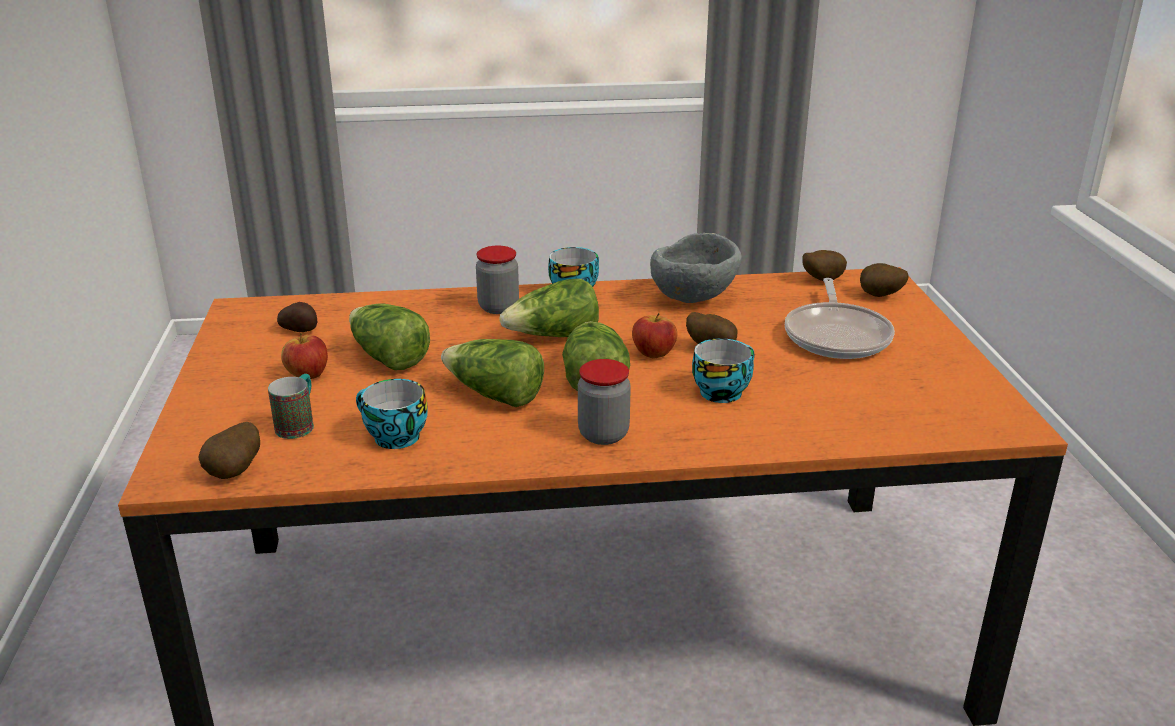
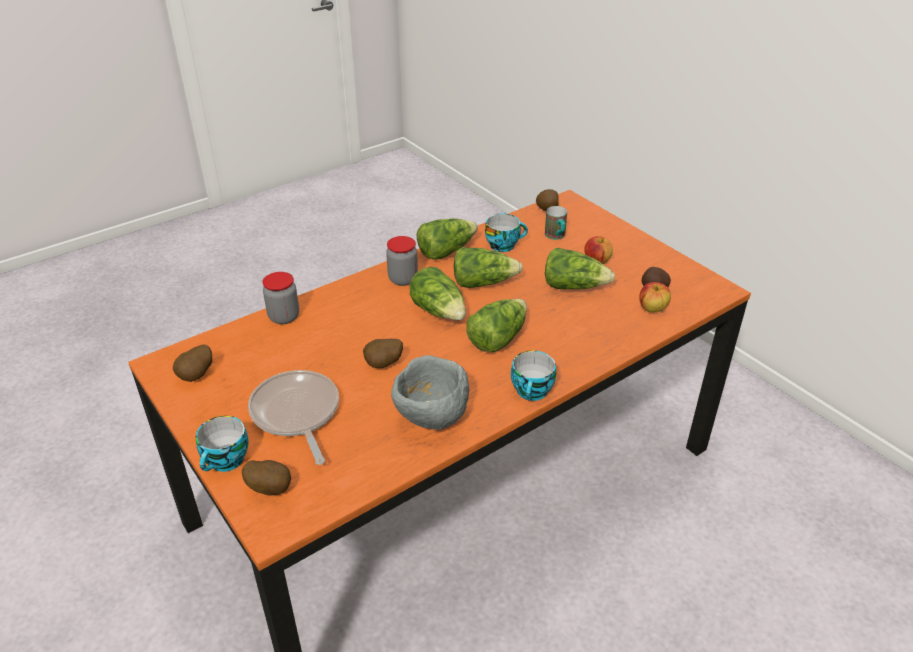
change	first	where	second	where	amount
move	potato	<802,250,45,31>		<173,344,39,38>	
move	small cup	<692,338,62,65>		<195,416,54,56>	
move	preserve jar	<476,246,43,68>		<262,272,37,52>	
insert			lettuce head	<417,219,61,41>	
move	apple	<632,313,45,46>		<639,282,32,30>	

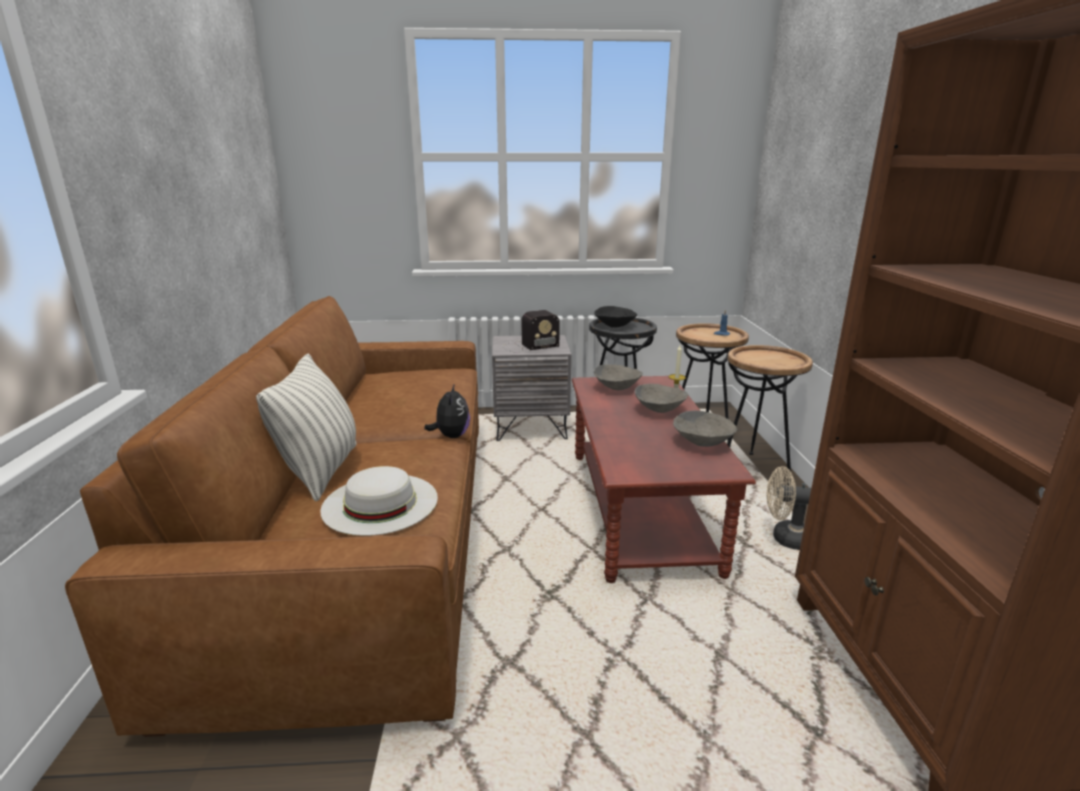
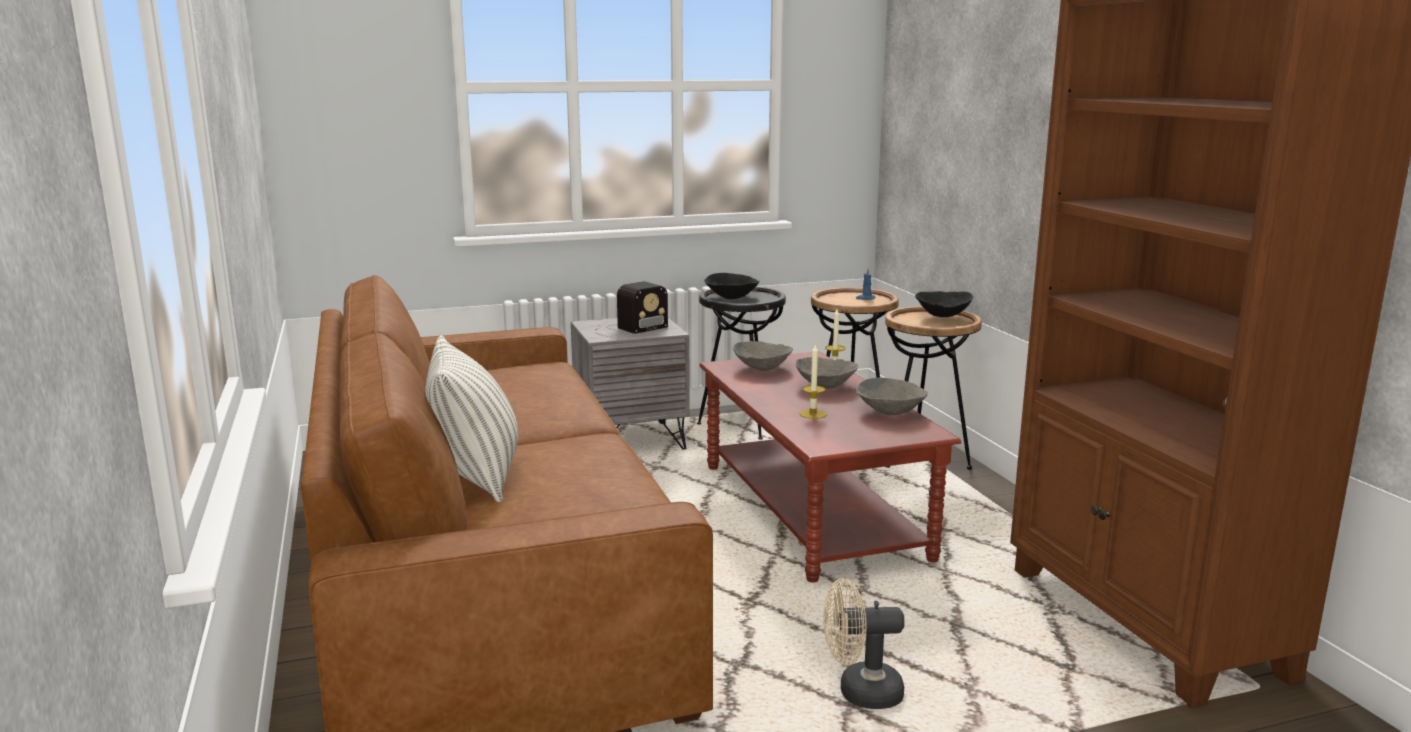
change	first	where	second	where	amount
insert			candle	<800,345,27,74>	
move	electric fan (sand-coloured)	<767,466,44,84>		<823,578,82,131>	
insert			deep dish (black)	<915,291,58,26>	
delete	clothing hat (white)	<320,466,118,70>			
delete	plush toy	<424,383,46,55>			

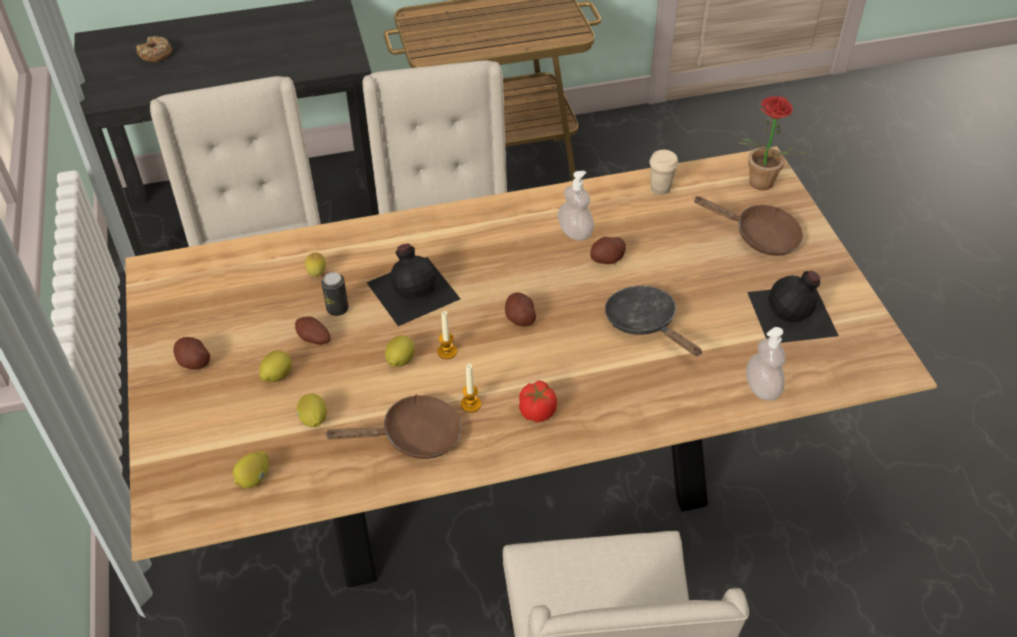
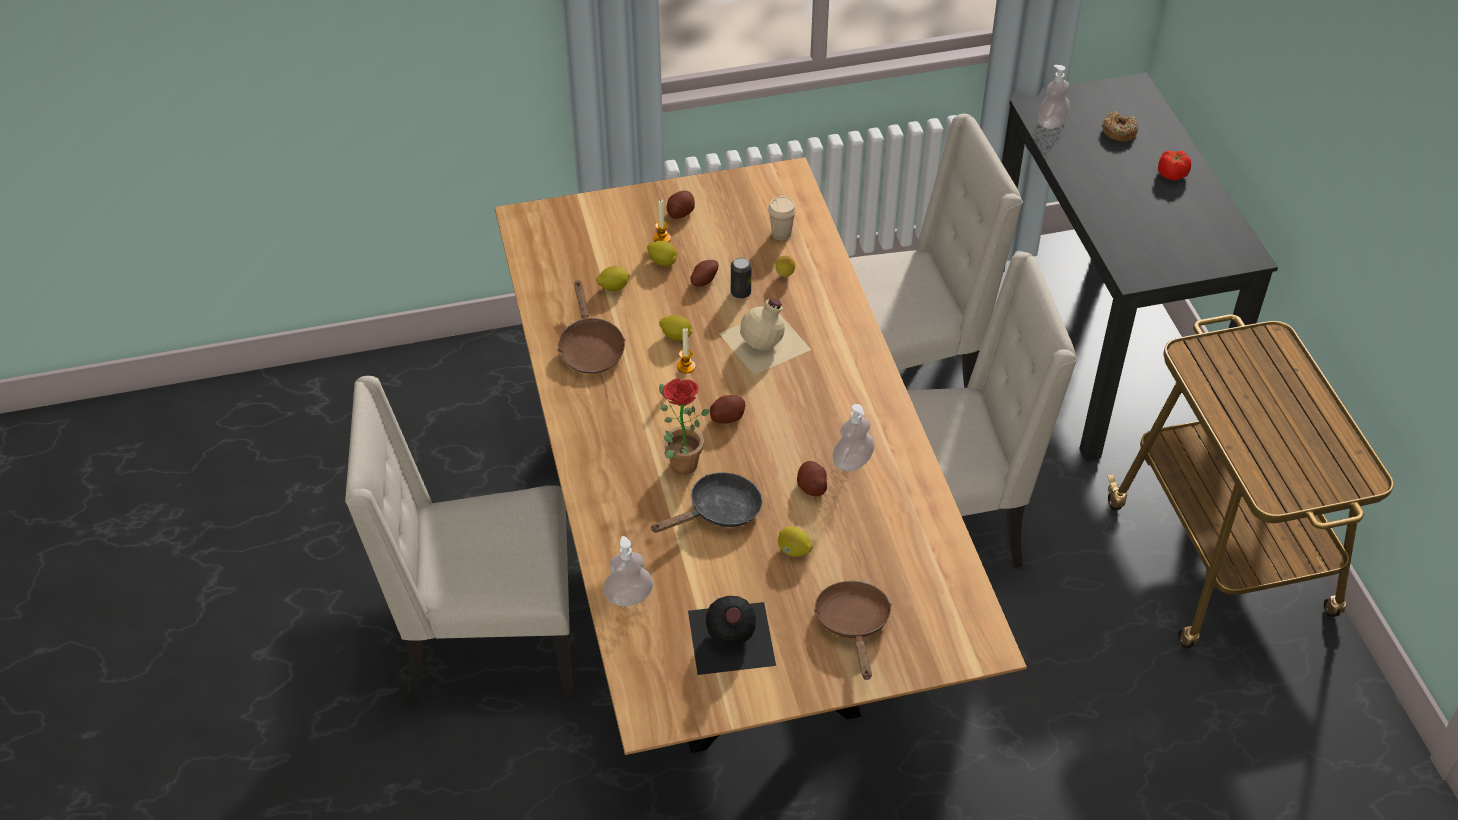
change	first	where	second	where	amount
move	candle	<461,364,20,49>		<654,200,17,42>	
move	plant in a pot	<738,96,68,94>		<659,378,51,96>	
recolor	bottle (black)	<366,244,94,82>	bottle (sand-coloured)	<719,298,92,77>	
move	small cup (sand-coloured)	<649,150,30,45>		<768,196,28,45>	
move	whole lemon	<233,451,36,37>		<778,526,35,31>	
rotate	skillet (brown)	<693,196,110,60>		<814,581,78,99>	150 degrees clockwise
insert			soap dispenser	<1038,65,32,64>	
move	fresh tomato	<519,380,38,42>		<1158,150,33,30>	

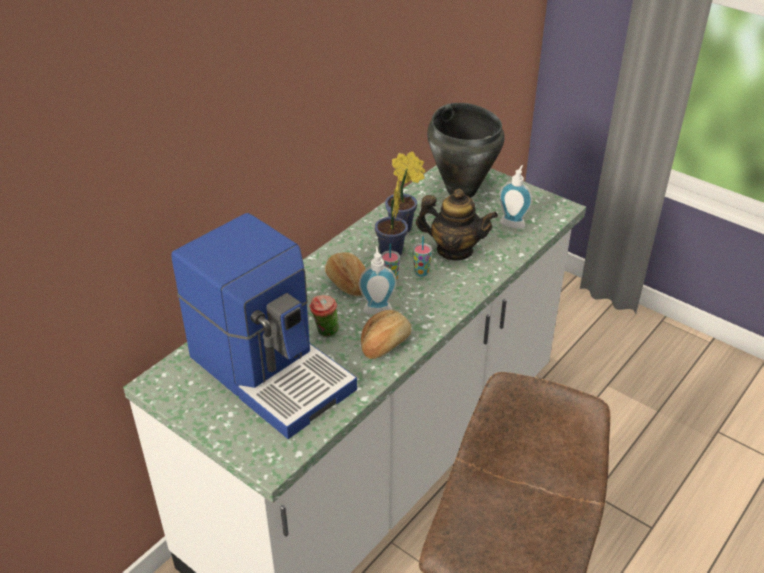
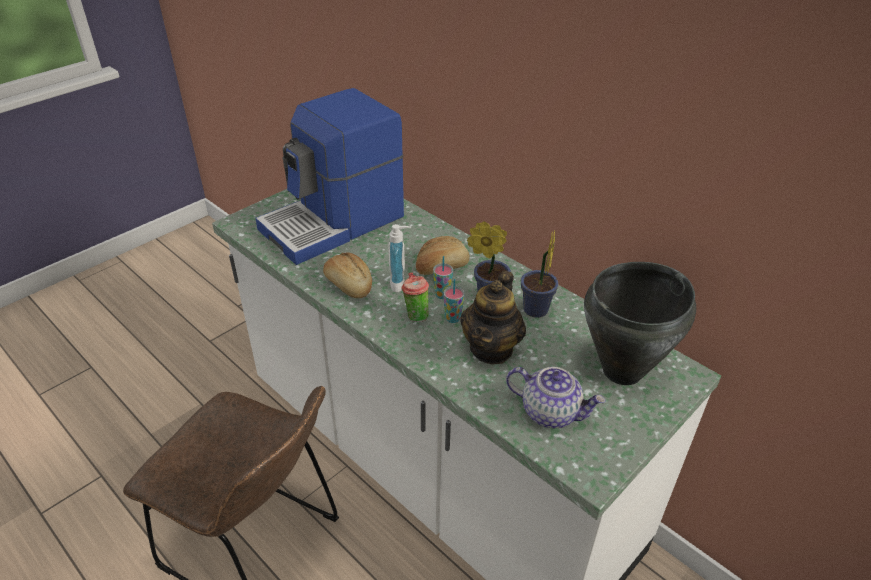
change	first	where	second	where	amount
move	small cup	<309,295,30,42>		<401,272,28,50>	
replace	soap dispenser	<499,165,33,64>	pot for tea	<506,367,100,61>	

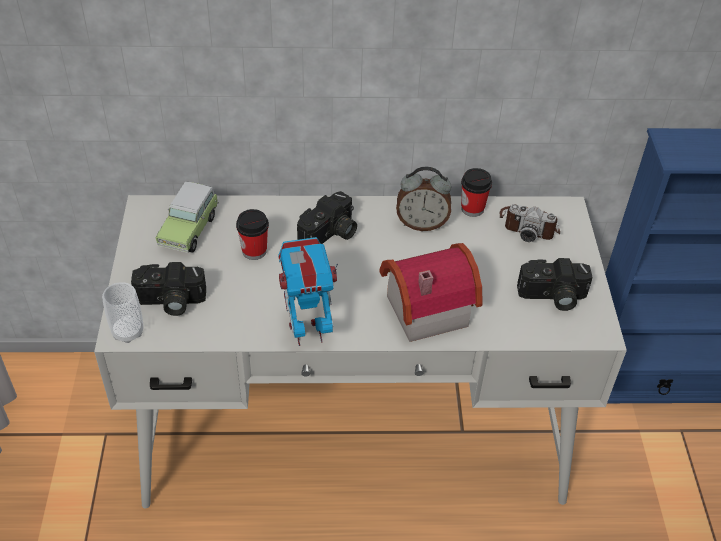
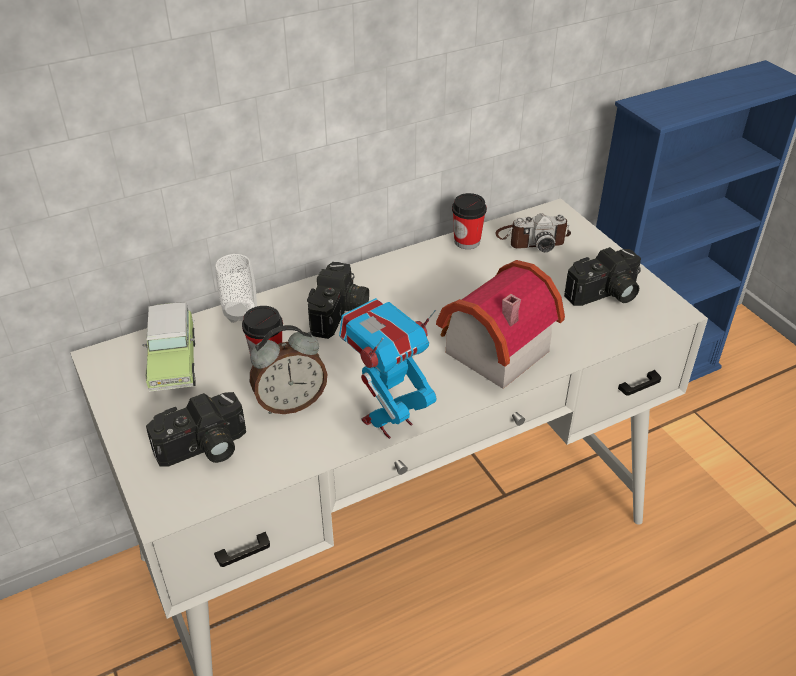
change	first	where	second	where	amount
move	small cup	<102,282,42,61>		<215,254,42,69>	
move	bedside clock	<396,167,55,64>		<250,325,77,89>	

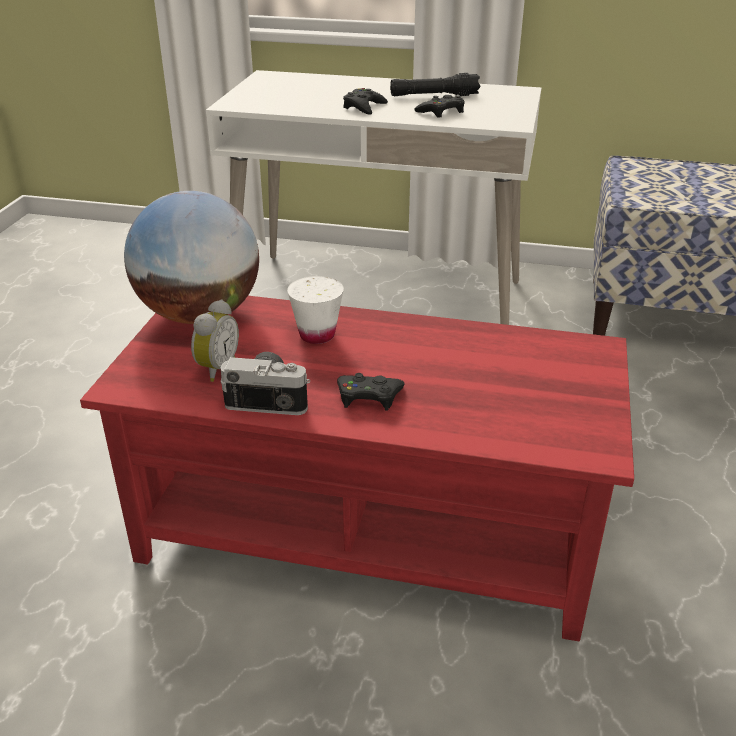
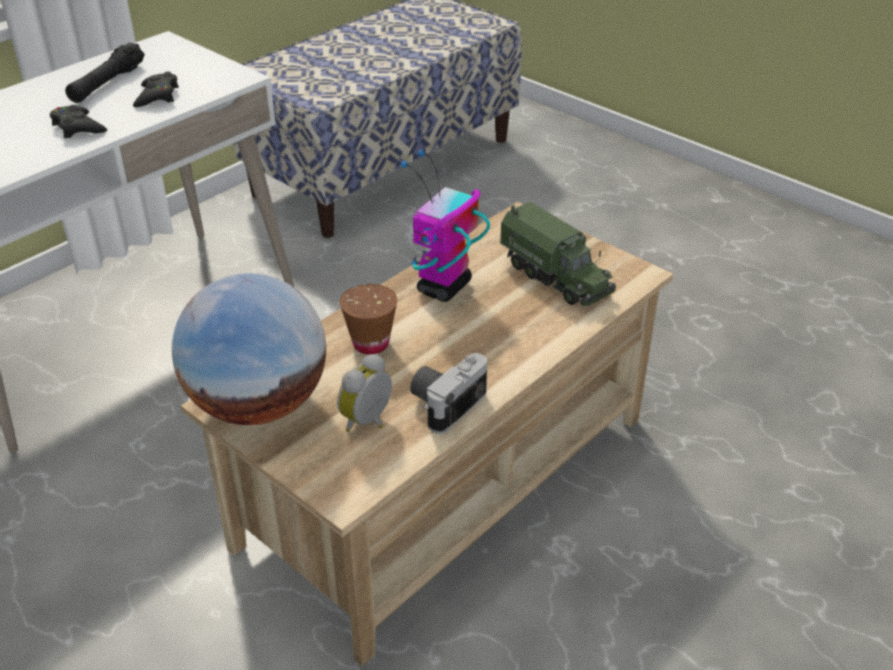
change	first	where	second	where	amount
recolor	lounge table (red-coloured)	<80,296,554,346>	lounge table (sand-coloured)	<181,202,492,464>	
rotate	bedside clock	<191,299,48,83>		<337,354,55,78>	105 degrees counterclockwise
recolor	small cup (white)	<287,276,57,68>	small cup (brown)	<340,284,57,70>	
insert			toy robot	<401,150,89,152>	
insert			model truck	<499,201,117,105>	
delete	joypad (black)	<337,373,68,38>			

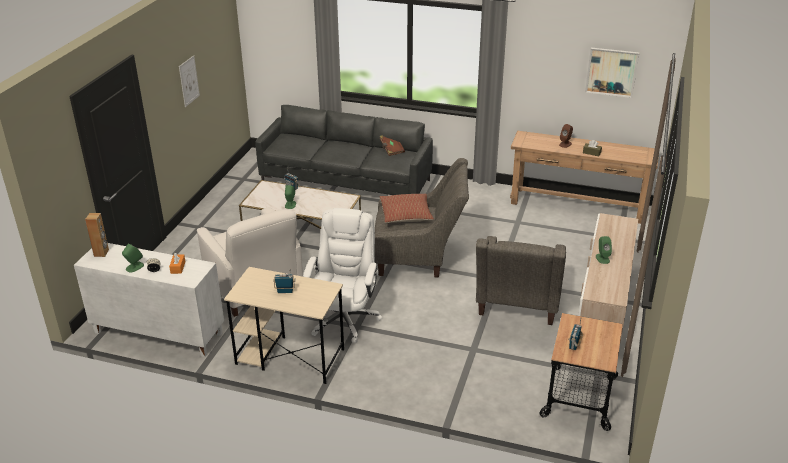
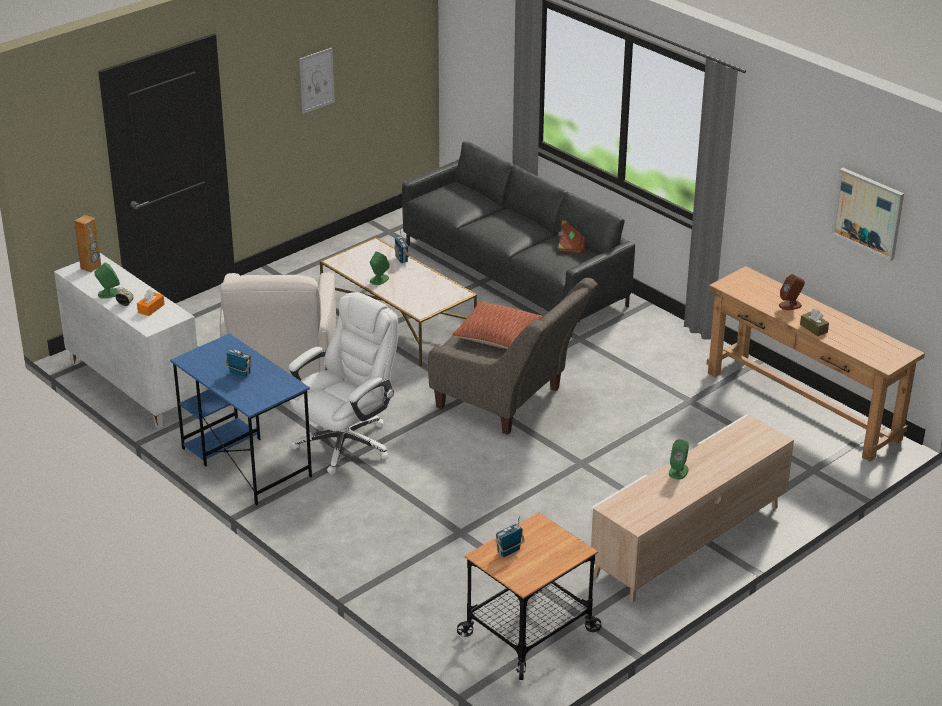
change	first	where	second	where	amount
recolor	desk (sand-coloured)	<224,267,120,117>	desk (blue-coloured)	<170,333,142,172>	
delete	lounge chair (grey)	<476,236,90,89>			

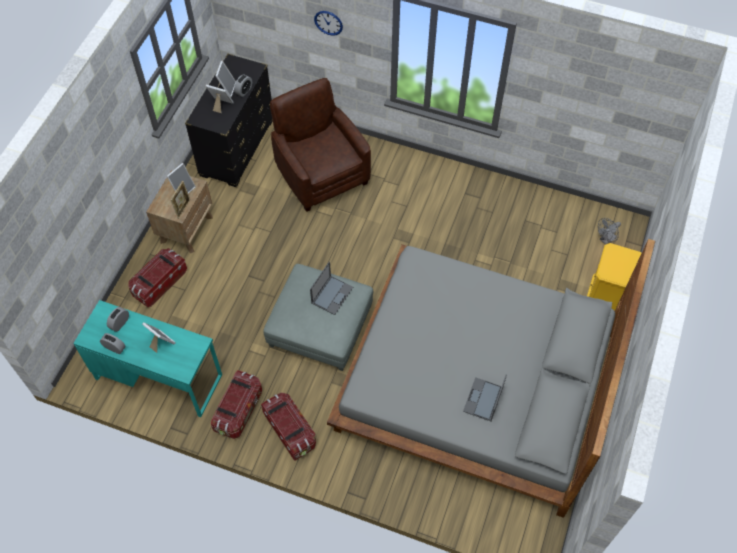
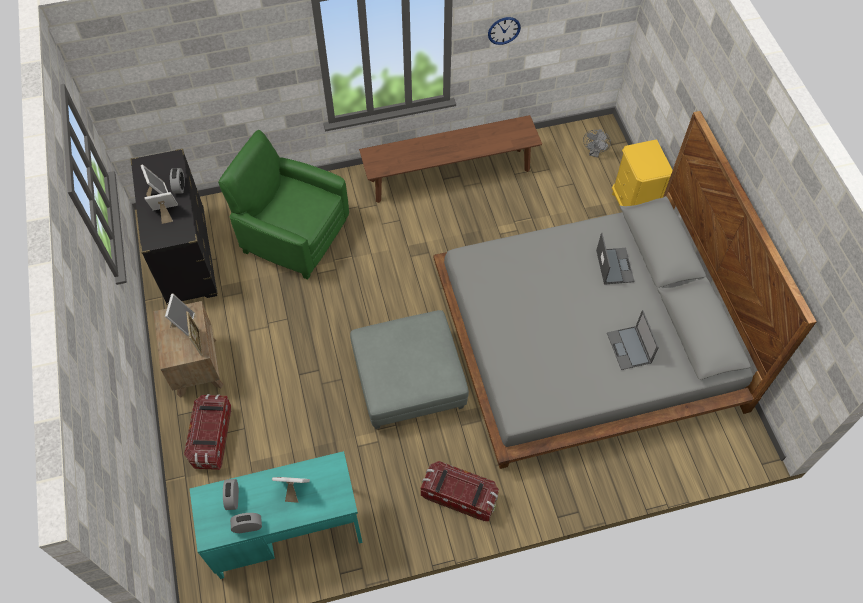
change	first	where	second	where	amount
recolor	lounge chair (brown)	<270,78,101,134>	lounge chair (green)	<218,130,131,150>	
insert			bench (brown)	<359,115,183,88>	
move	wall clock	<314,11,29,25>		<488,17,33,28>	
move	portable computer	<310,261,43,54>		<596,233,38,52>	
delete	storage container	<211,370,51,69>			

